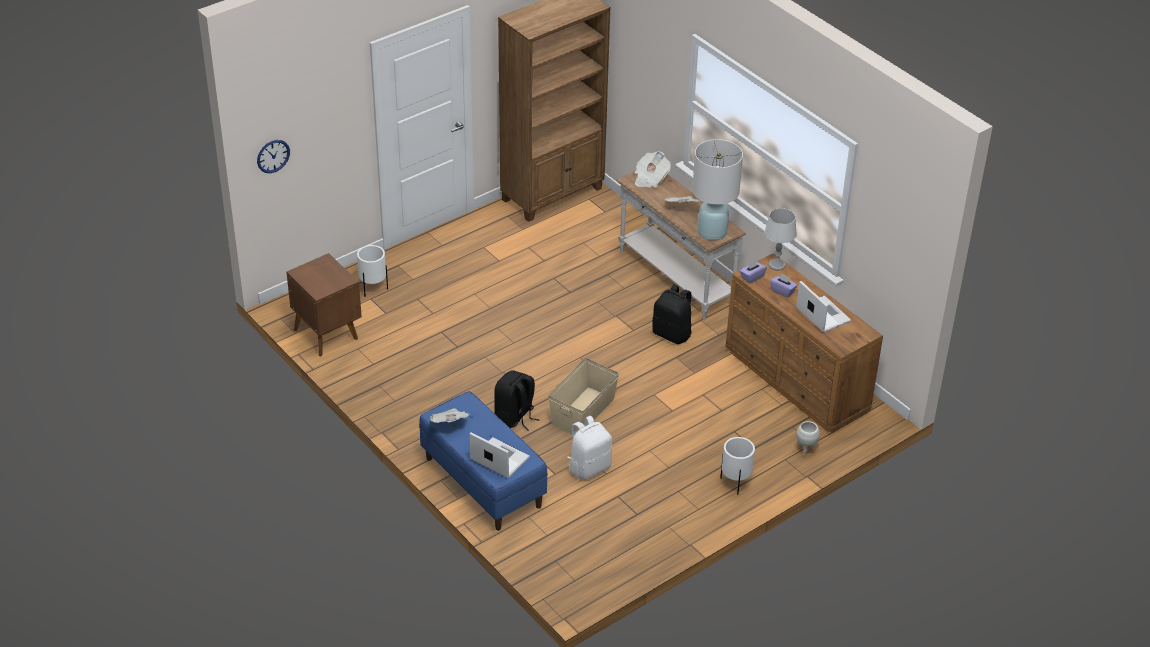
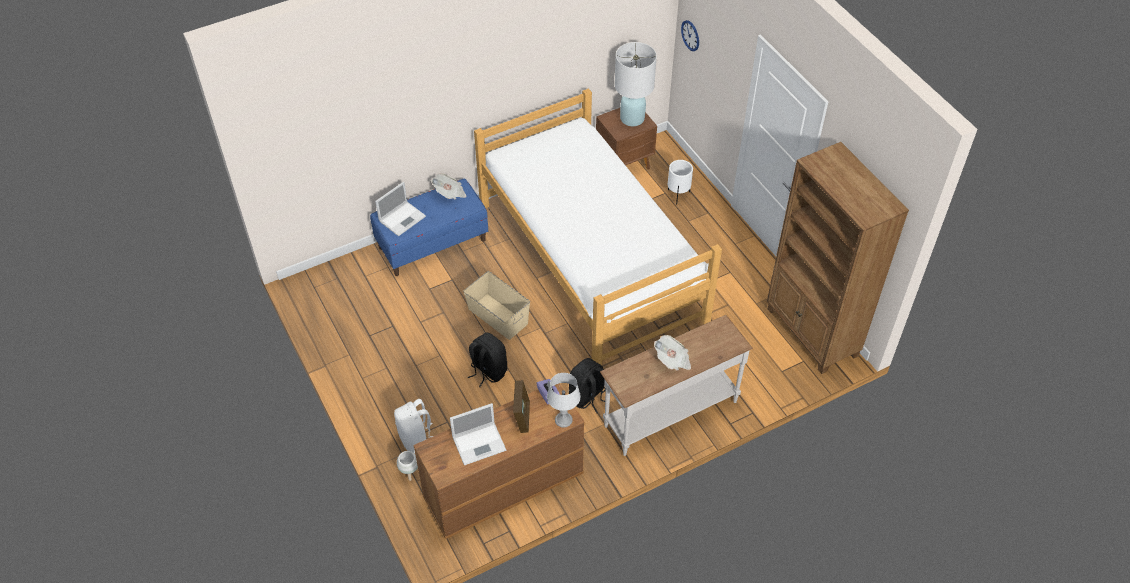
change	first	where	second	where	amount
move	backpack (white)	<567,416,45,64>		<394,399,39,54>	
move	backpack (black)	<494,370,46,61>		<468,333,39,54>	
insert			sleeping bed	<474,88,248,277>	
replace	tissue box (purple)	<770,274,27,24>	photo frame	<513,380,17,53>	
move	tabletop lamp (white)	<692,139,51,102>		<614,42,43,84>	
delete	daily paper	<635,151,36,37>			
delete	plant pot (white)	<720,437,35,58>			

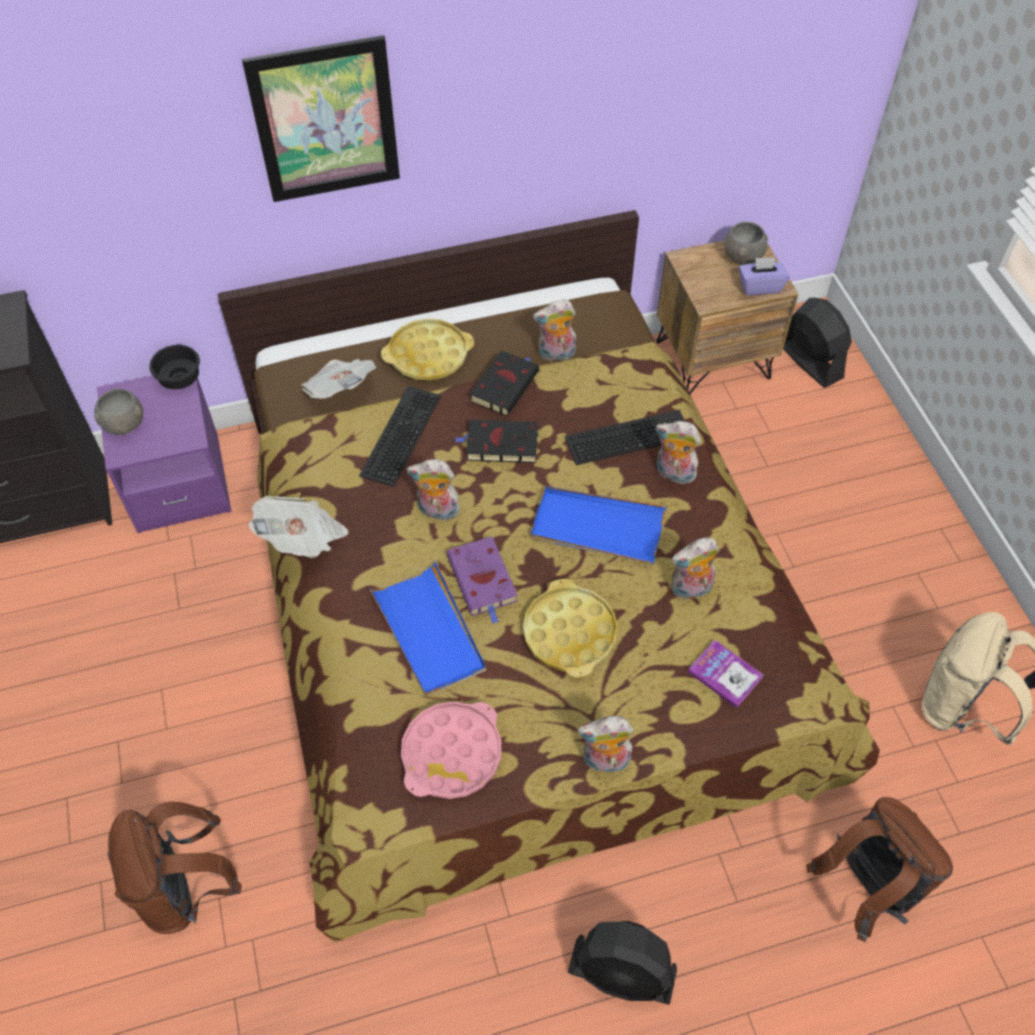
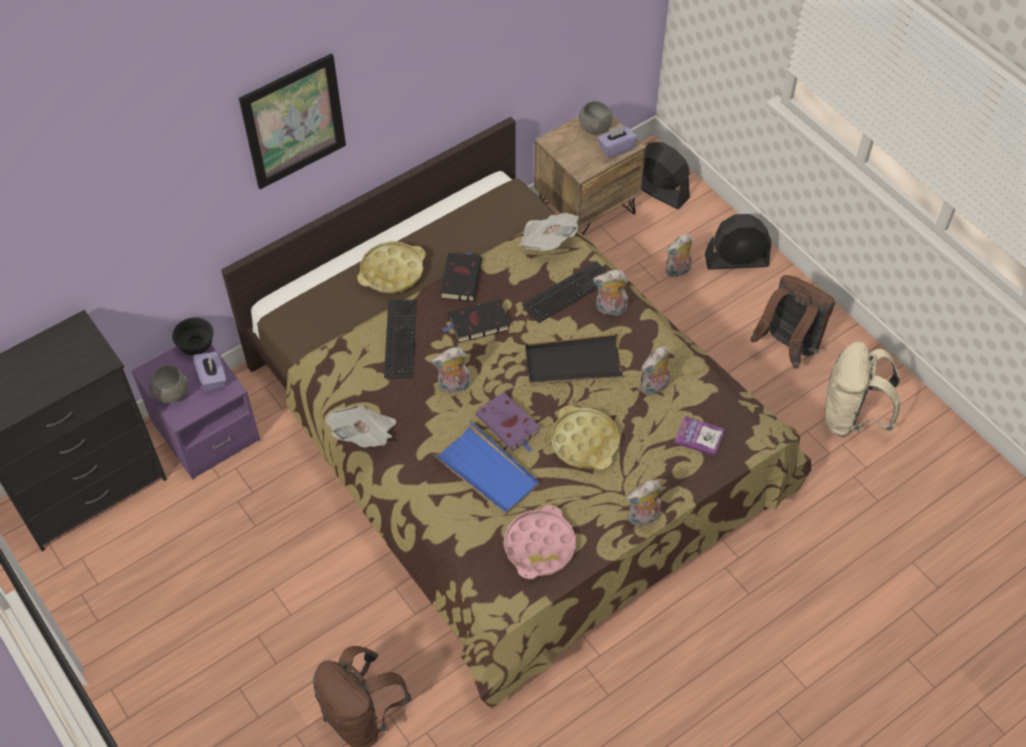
change	first	where	second	where	amount
insert			tissue box (purple)	<193,352,33,40>	
move	daily paper	<301,359,75,40>		<519,212,60,39>	
recolor	carrying tray (blue-coloured)	<531,486,136,78>	carrying tray (black)	<525,334,99,52>	
move	plush toy	<533,299,43,62>		<666,234,26,43>	
move	electric fan (black)	<568,921,109,84>		<705,214,66,56>	
move	backpack (brown)	<806,797,147,145>		<750,275,85,93>	

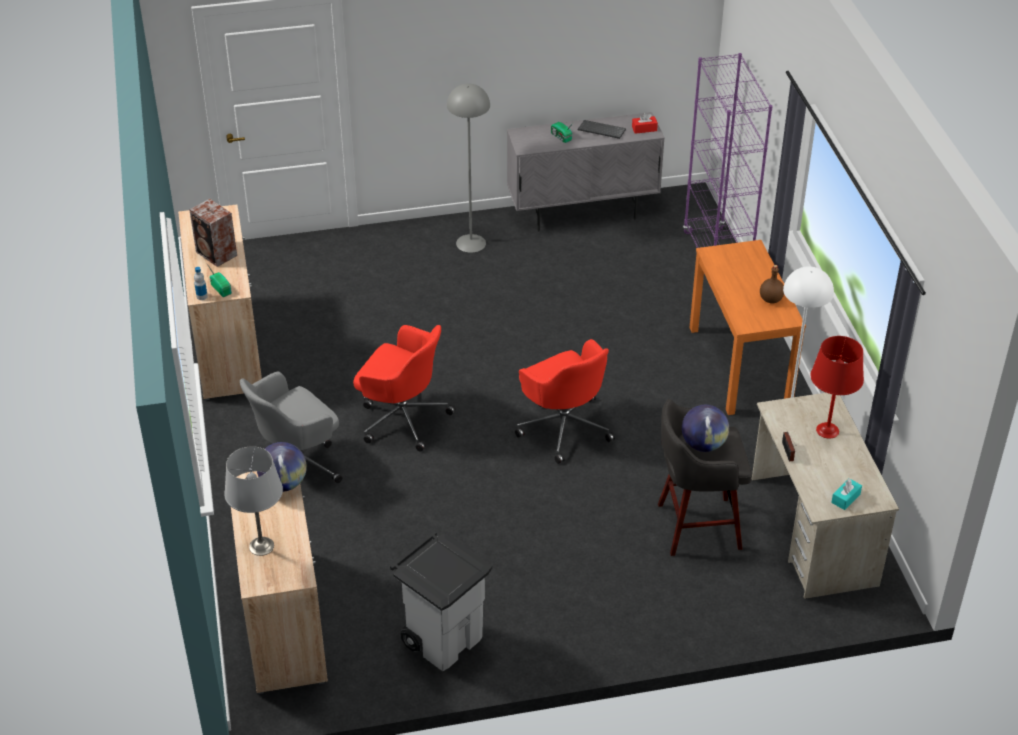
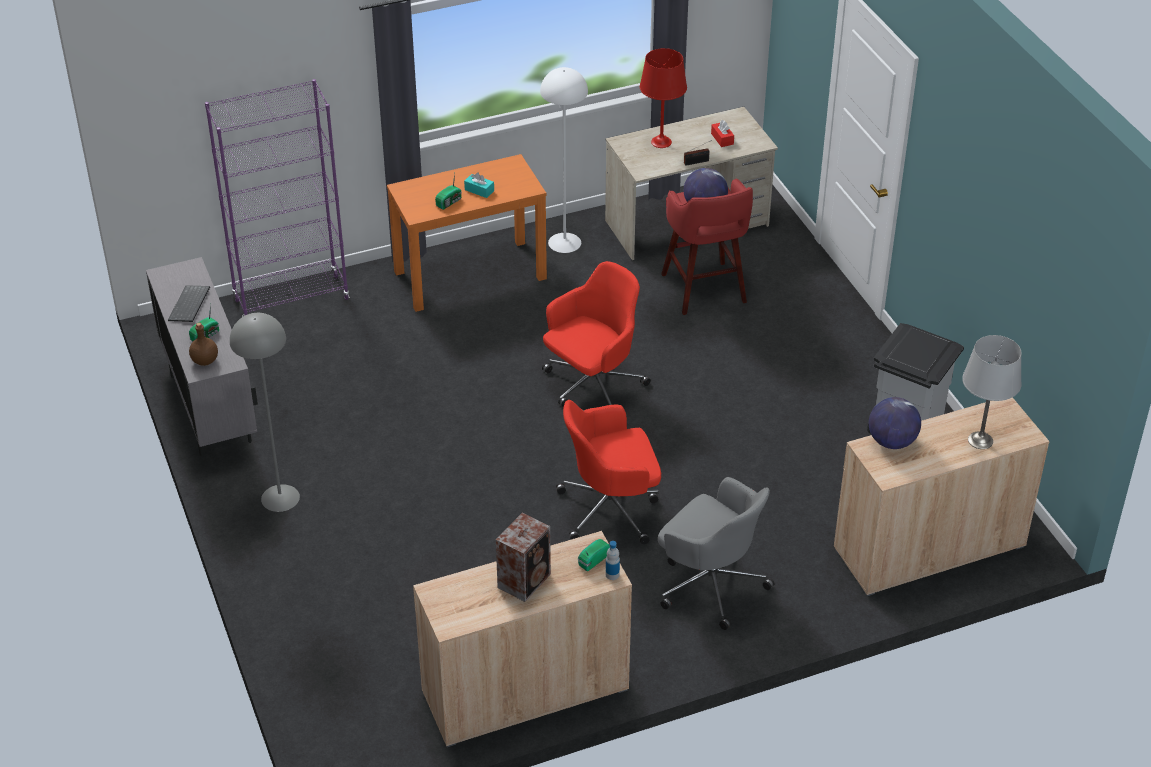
change	first	where	second	where	amount
move	bottle (brown)	<760,265,24,39>		<189,323,29,43>	
insert			radio receiver	<435,173,27,37>	
move	tissue box (turquoise-coloured)	<831,478,31,32>		<464,172,30,26>	
rotate	office chair (red-coloured)	<353,325,102,127>		<556,400,105,144>	120 degrees counterclockwise
recolor	stool seat (grey)	<658,399,94,157>	stool seat (red-coloured)	<661,178,92,137>	
move	tissue box (red-coloured)	<632,113,26,21>		<711,120,23,27>	

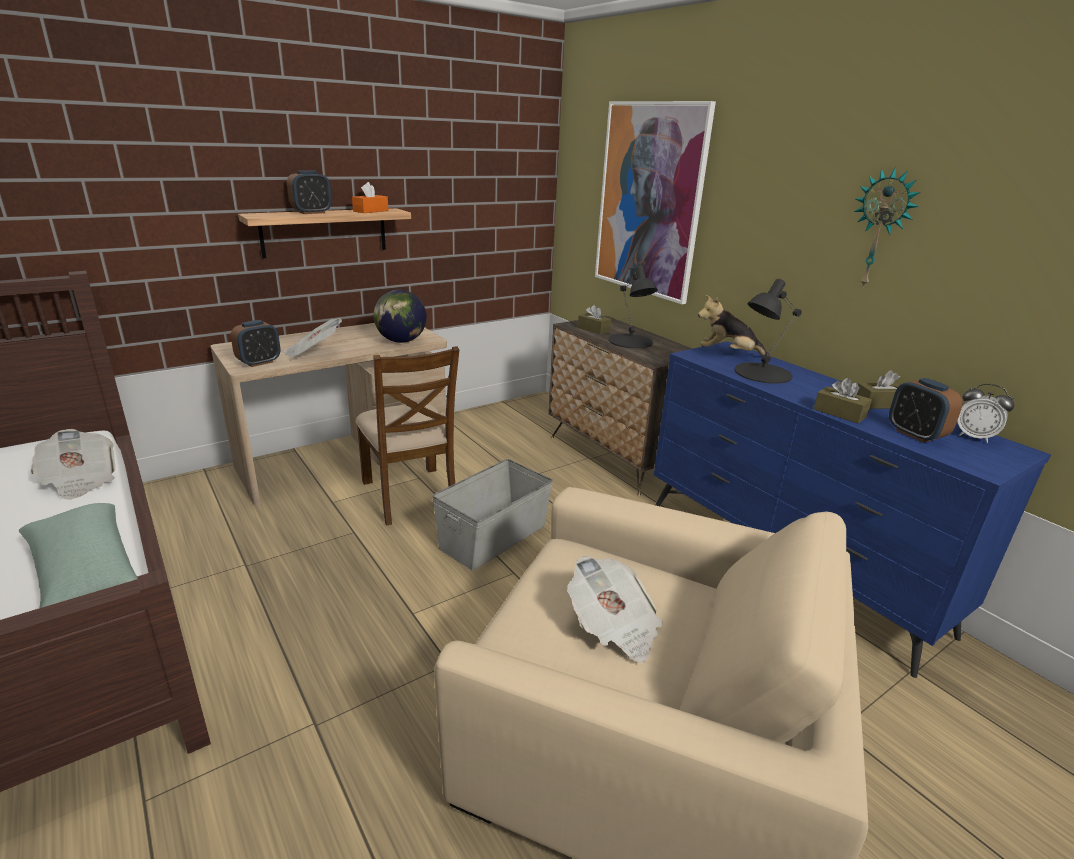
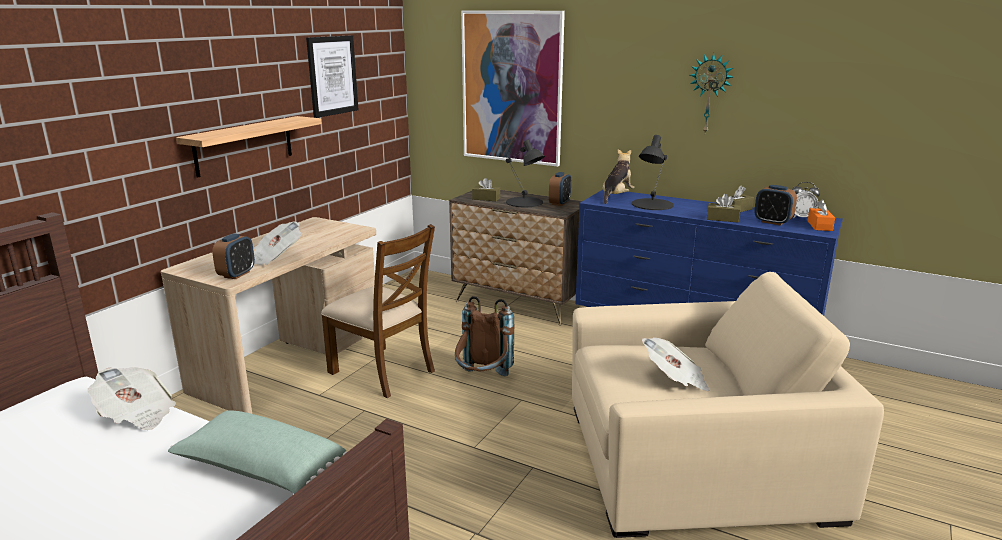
change	first	where	second	where	amount
insert			wall picture	<306,35,53,83>	
replace	storage container (grey)	<432,459,121,112>	backpack (brown)	<455,296,60,80>	
move	bedside clock	<287,170,45,44>		<549,172,22,34>	
rotate	plush toy	<698,295,73,63>		<603,149,31,55>	135 degrees clockwise
move	tissue box (orange-coloured)	<352,182,37,31>		<808,199,27,32>	
delete	desk globe	<374,290,53,53>			

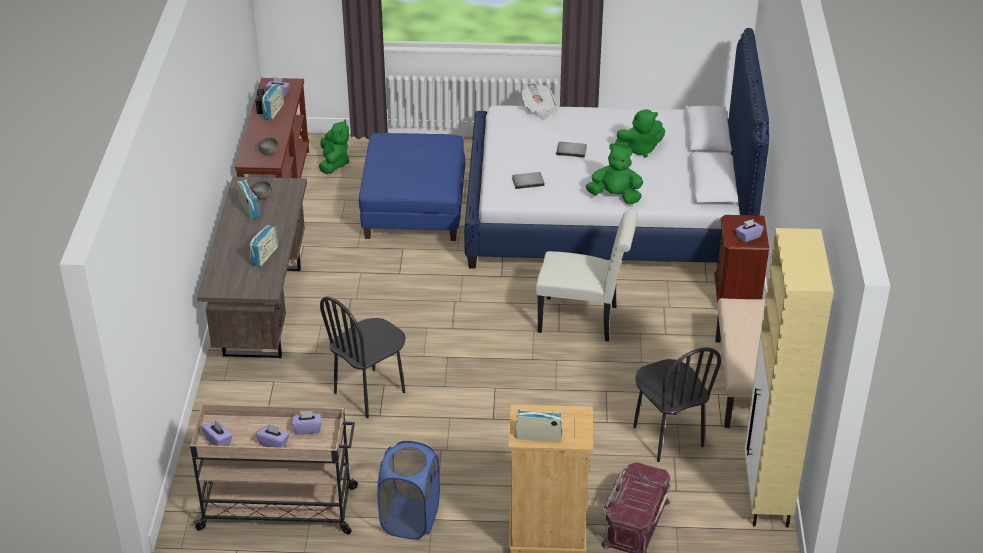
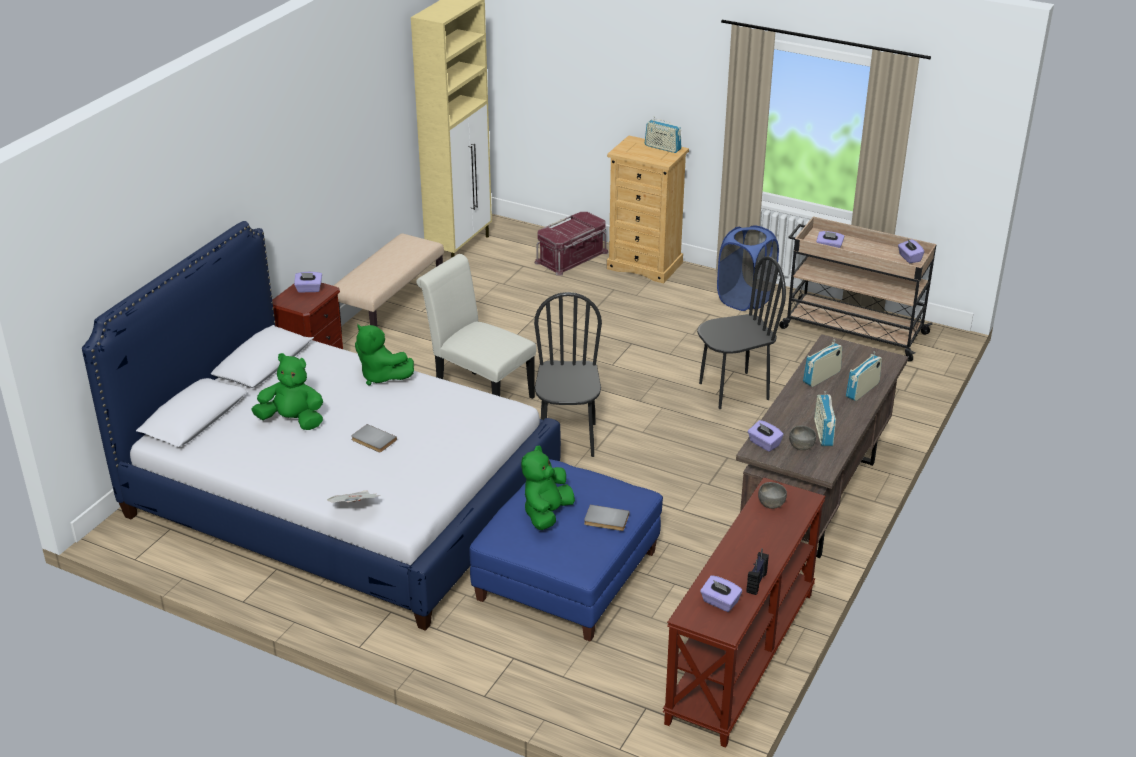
change	first	where	second	where	amount
move	plush toy (green)	<319,120,30,54>		<521,445,54,85>	
move	chair (black)	<633,347,88,115>		<534,292,68,165>	
move	bound book (grey)	<512,172,33,17>		<584,505,45,26>	
move	tissue box (purple)	<256,423,33,25>		<748,420,36,32>	
move	radio receiver	<262,84,22,37>		<846,352,36,49>	

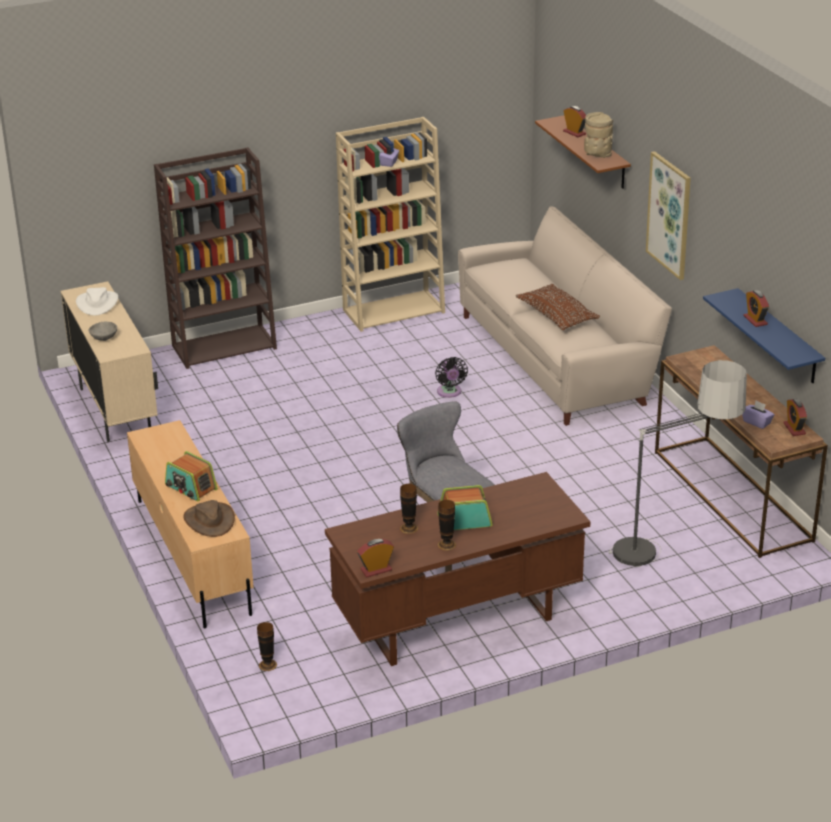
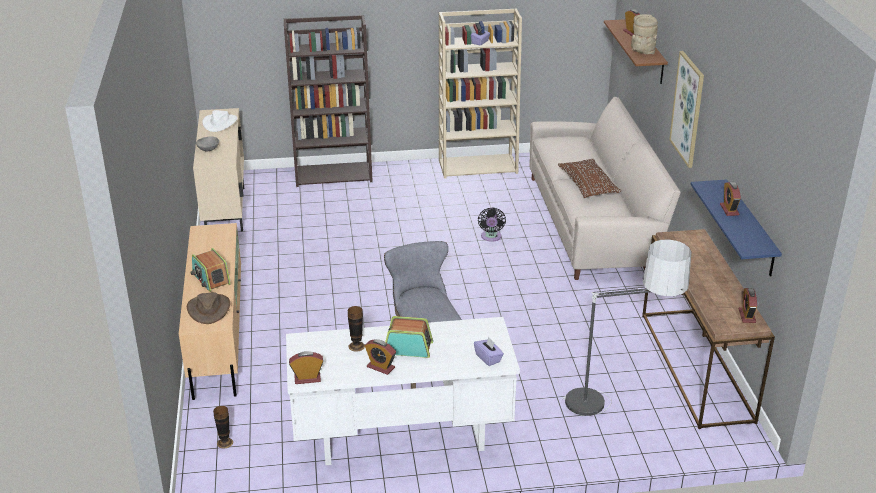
change	first	where	second	where	amount
recolor	desk (brown)	<325,472,266,194>	desk (white)	<286,317,234,148>	
replace	decorative vase	<438,500,18,51>	bedside clock	<365,339,31,36>	
move	tissue box (purple)	<742,400,33,29>		<474,337,30,29>	

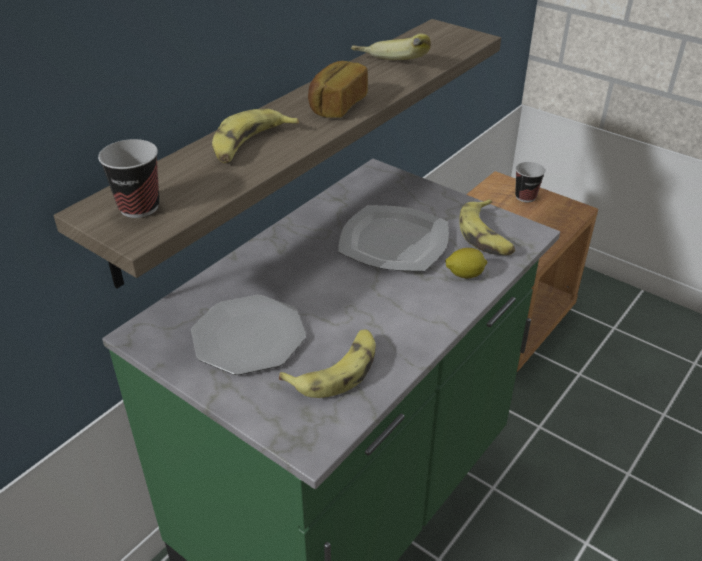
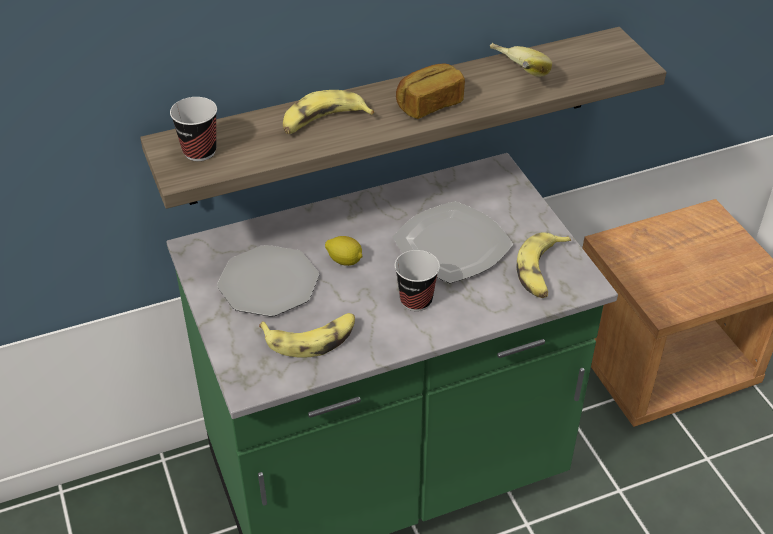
change	first	where	second	where	amount
move	whole lemon	<445,248,42,31>		<325,236,38,30>	
move	small cup	<515,162,30,40>		<395,250,45,61>	

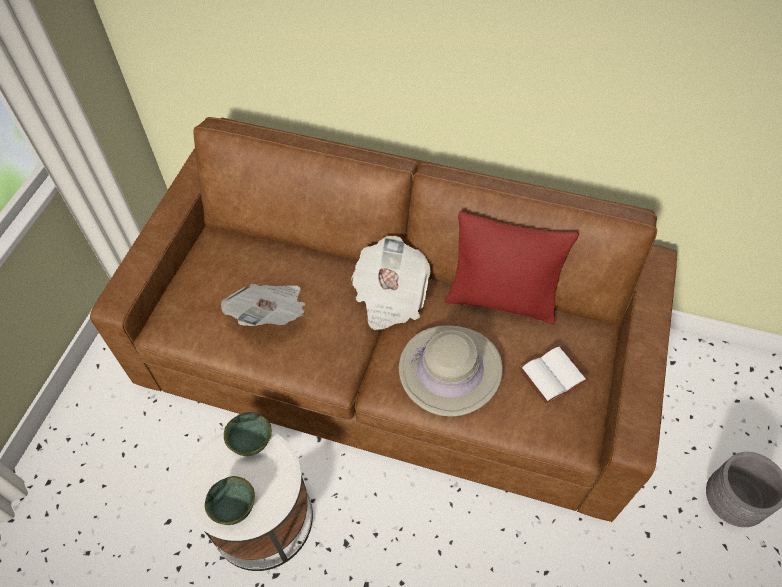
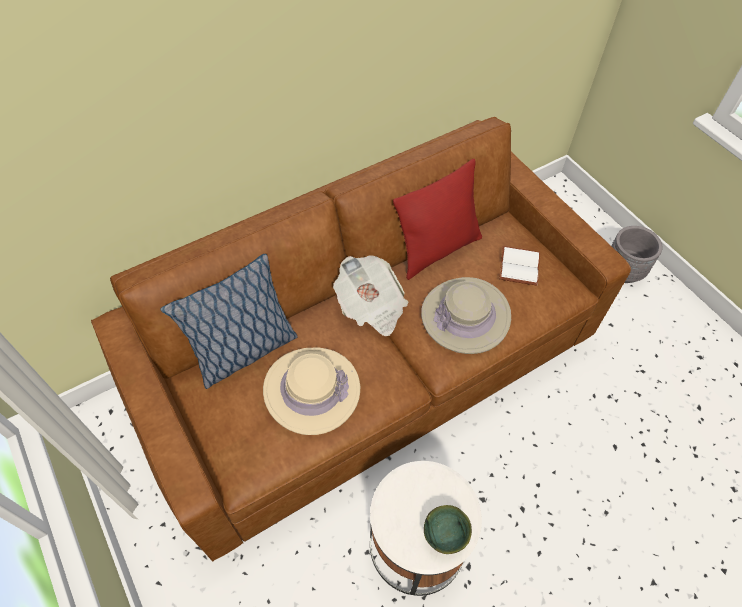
change	first	where	second	where	amount
insert			throw pillow	<160,254,138,135>	
replace	daily paper	<221,284,84,42>	clothing hat (sand-coloured)	<263,347,97,88>	
delete	deep dish (green)	<224,412,48,44>			

